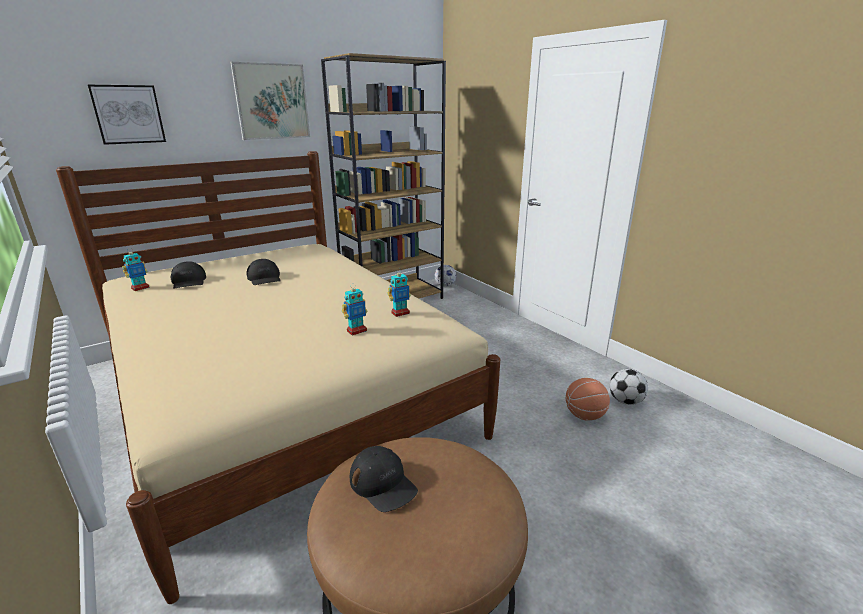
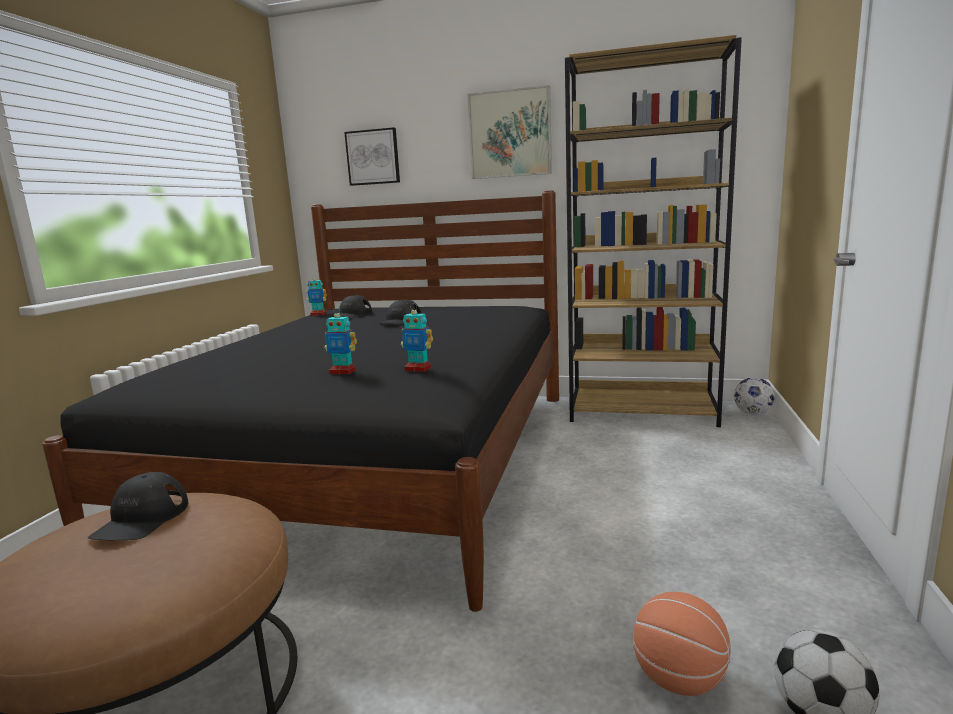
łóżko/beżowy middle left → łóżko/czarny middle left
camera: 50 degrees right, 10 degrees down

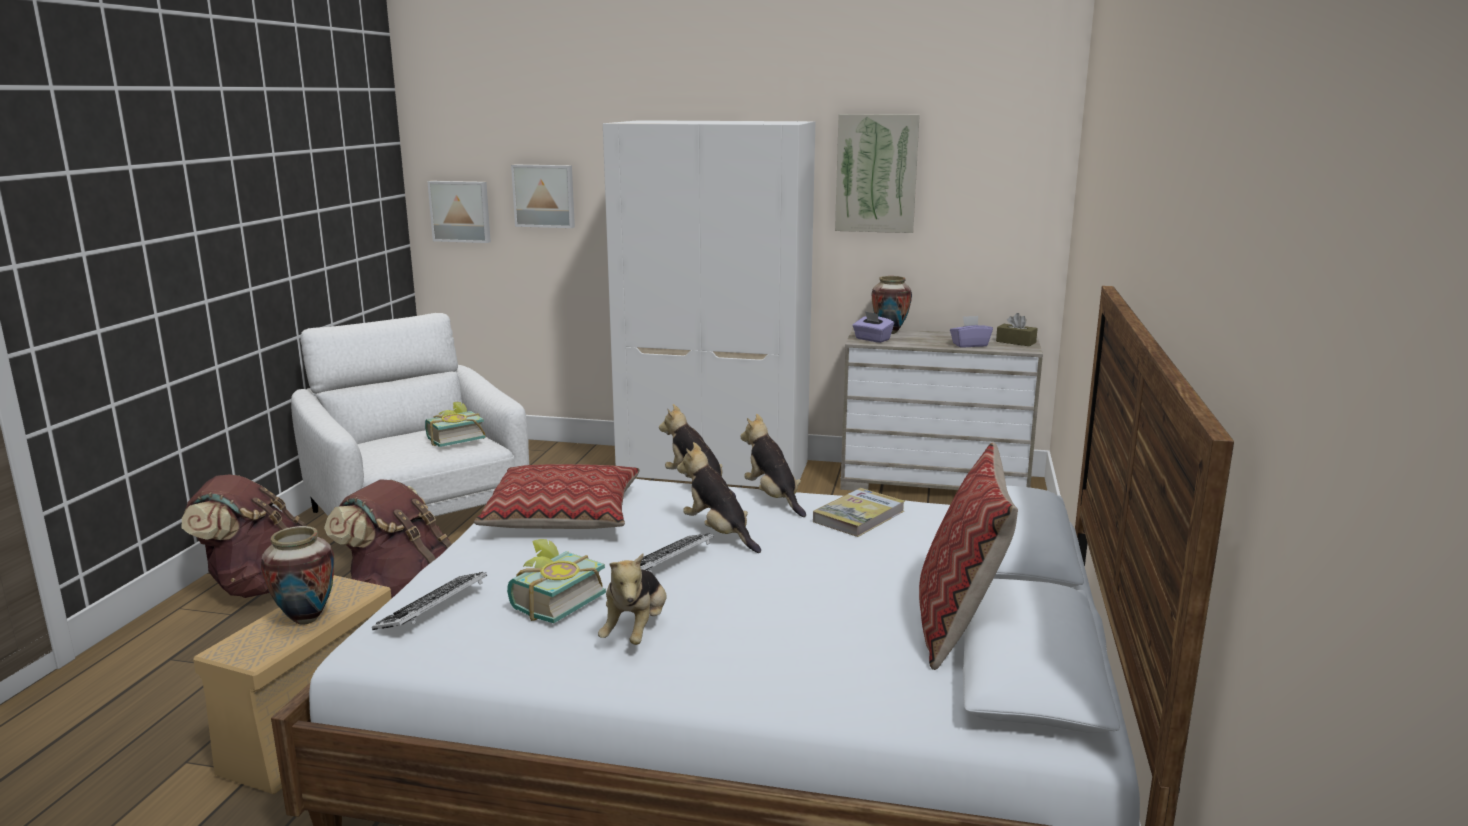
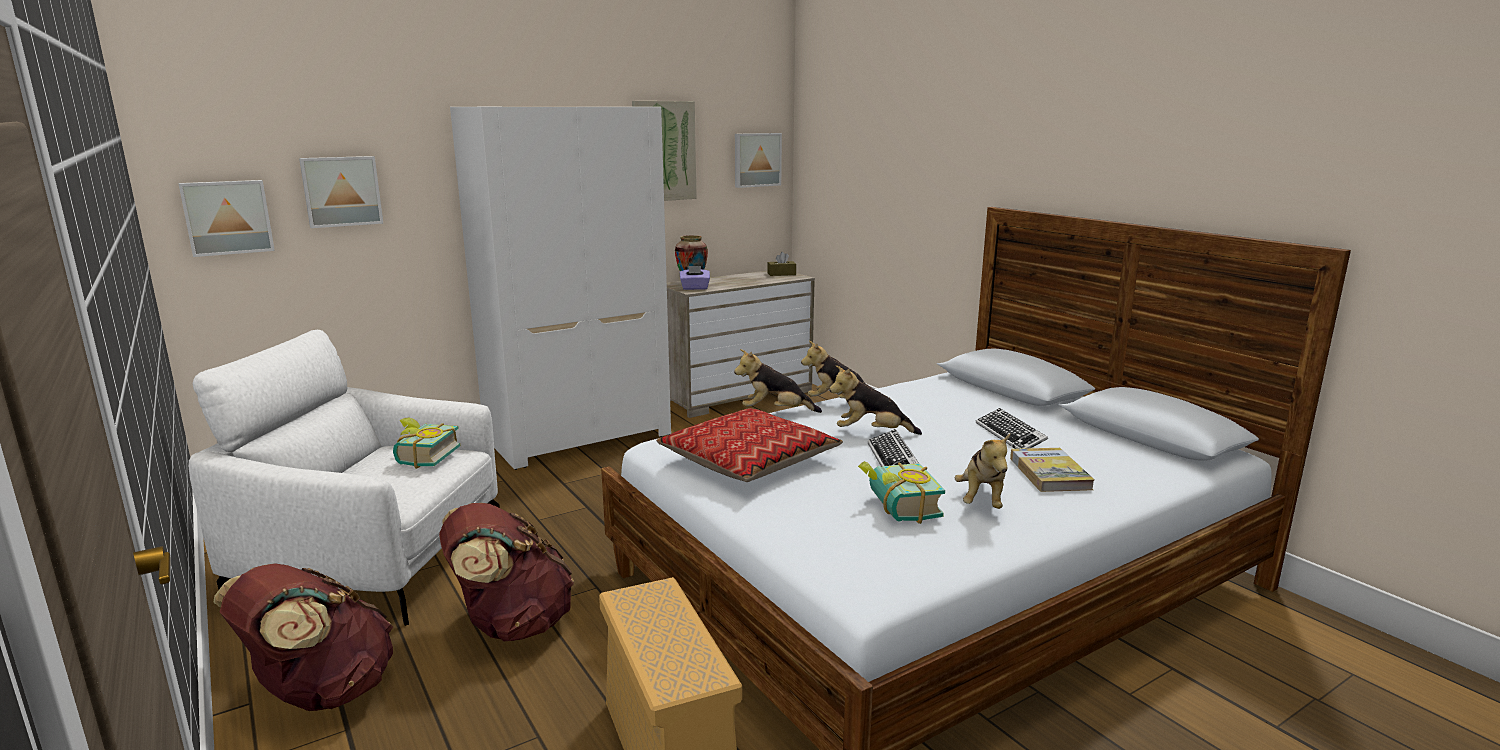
wazon (1st from left) bottom left → -
poduszka (2nd from left) bottom centre → -
pudełko chusteczek/fioletowy (2nd from left) centre → -
- → obraz (4th from left) top centre
klawiatura (1st from left in the first image) bottom left → klawiatura (2nd from left) middle right, move
książka (3rd from left) centre → książka (3rd from left) middle right, move
pluszak (1st from left in the first image) bottom centre → pluszak (4th from left) centre, 45 degrees clockwise
camera: 45 degrees left, 0 degrees up

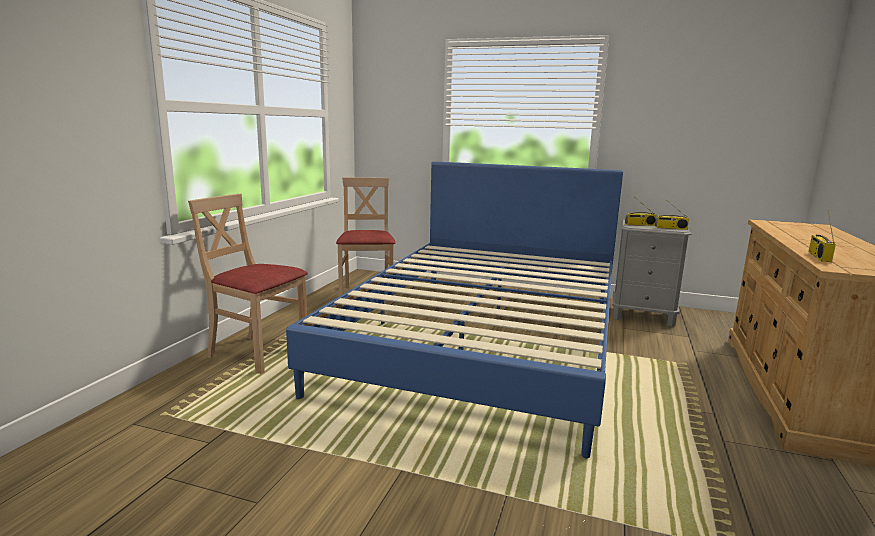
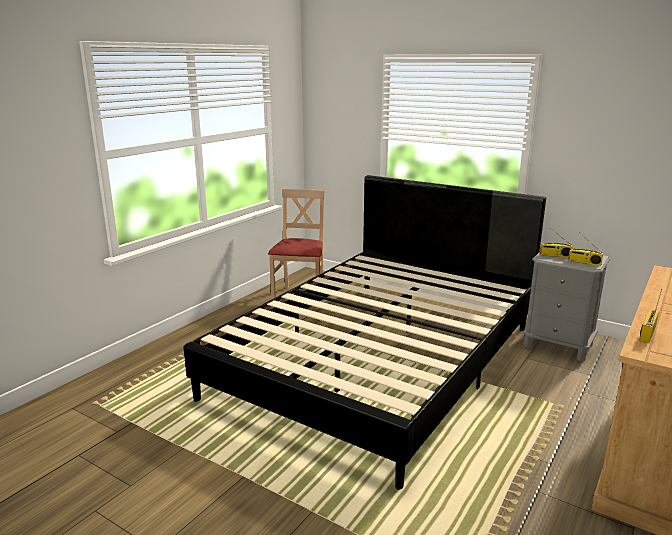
krzesło/beżowy (1st from left) middle left → -
łóżko/niebieski centre → łóżko/czarny centre
camera: 15 degrees right, 5 degrees up

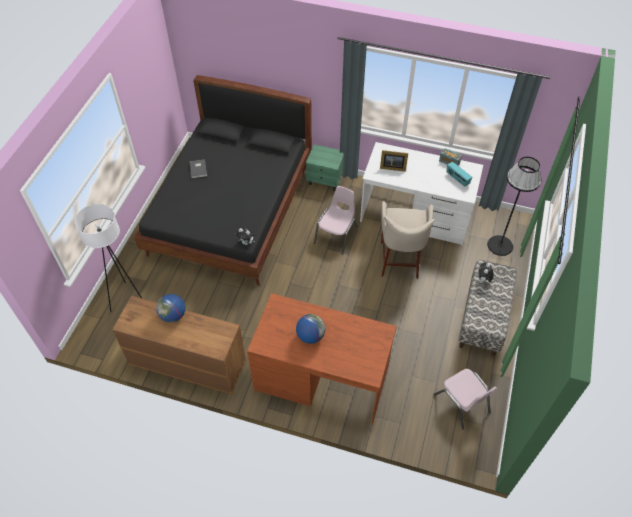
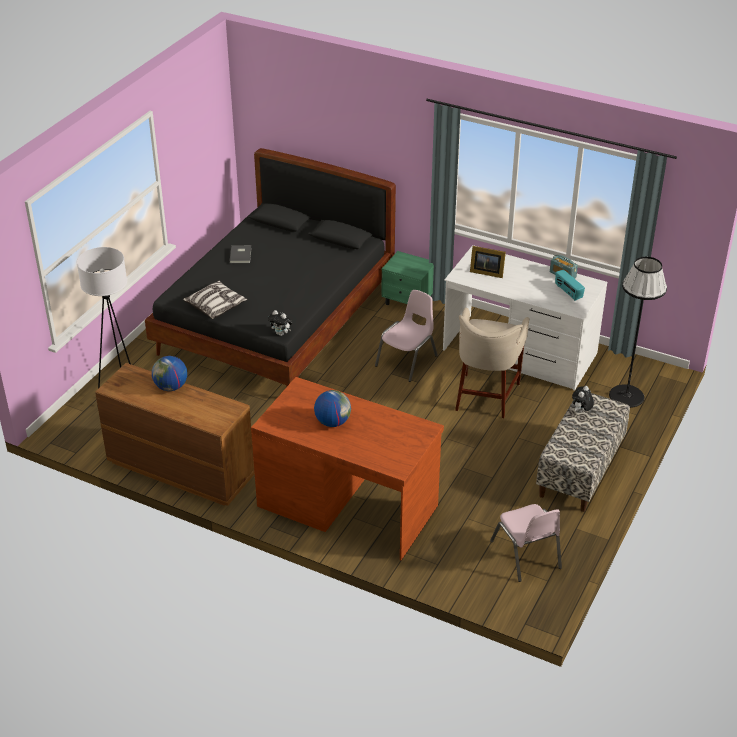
- → poduszka middle left
camera: 10 degrees right, 15 degrees down

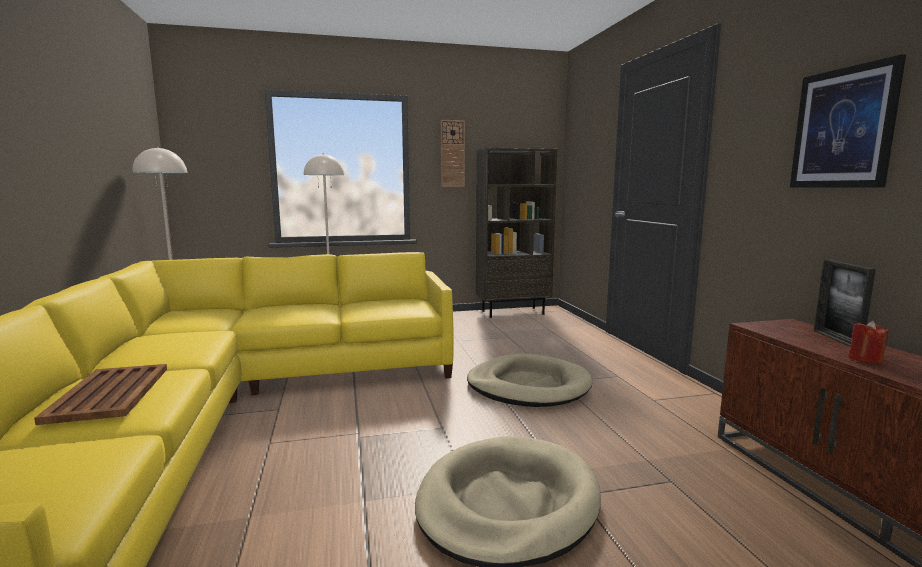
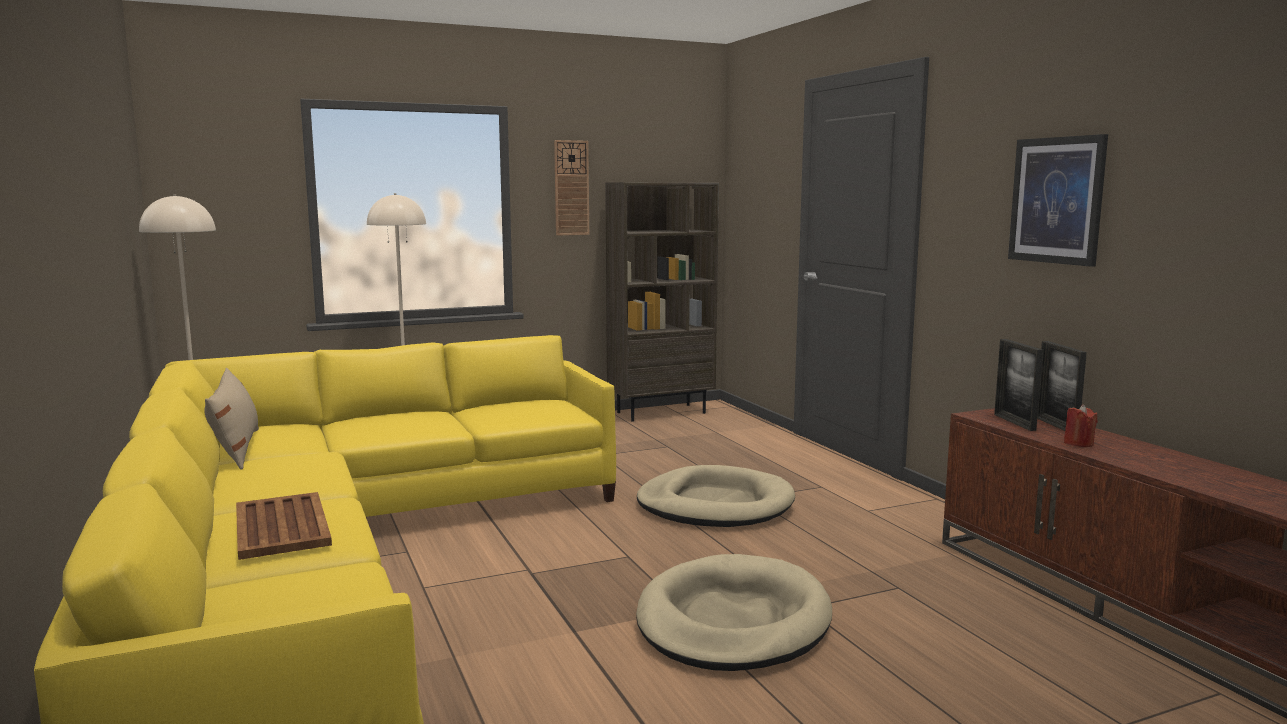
- → poduszka/beżowy middle left
- → ramka na zdjęcie (1st from left) middle right
camera: 10 degrees left, 0 degrees up

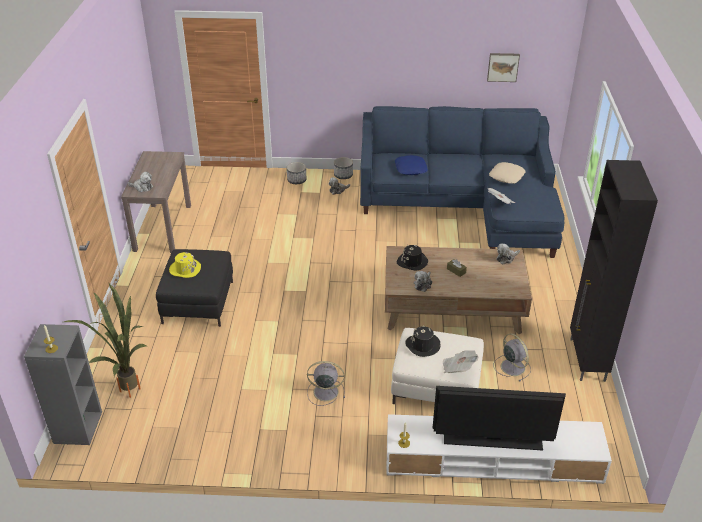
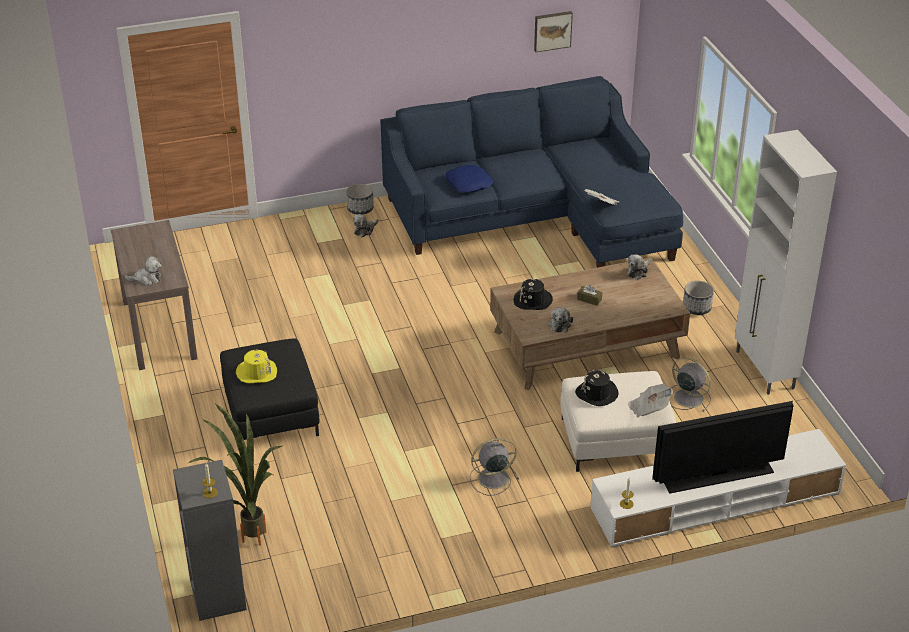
poduszka/beżowy top right → -
donica (1st from left in the first image) top centre → donica (2nd from left) middle right, move
szafka/czarny middle right → szafka/biały middle right
camera: 20 degrees left, 0 degrees up

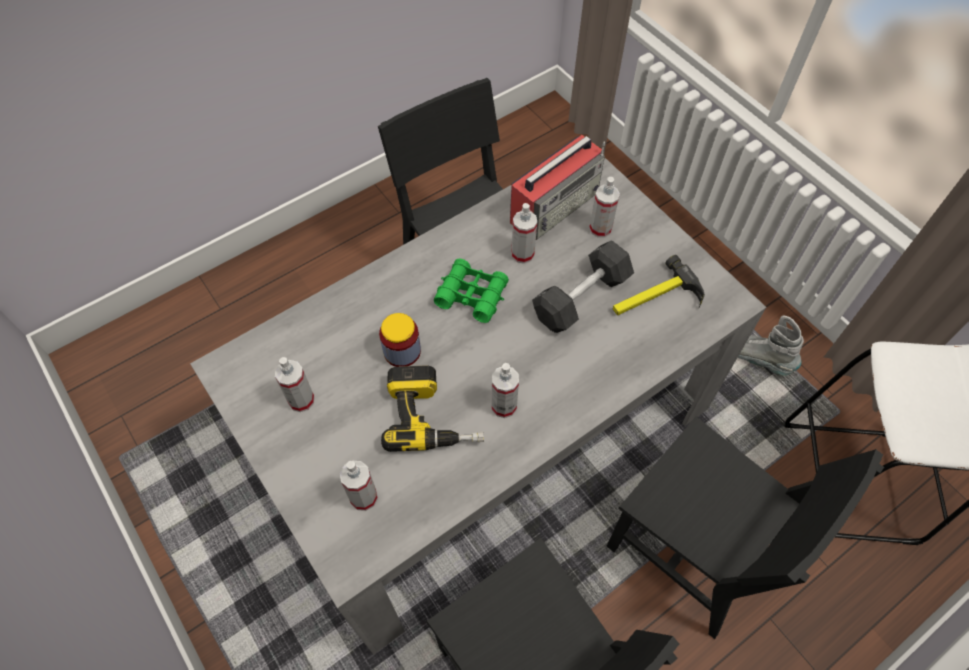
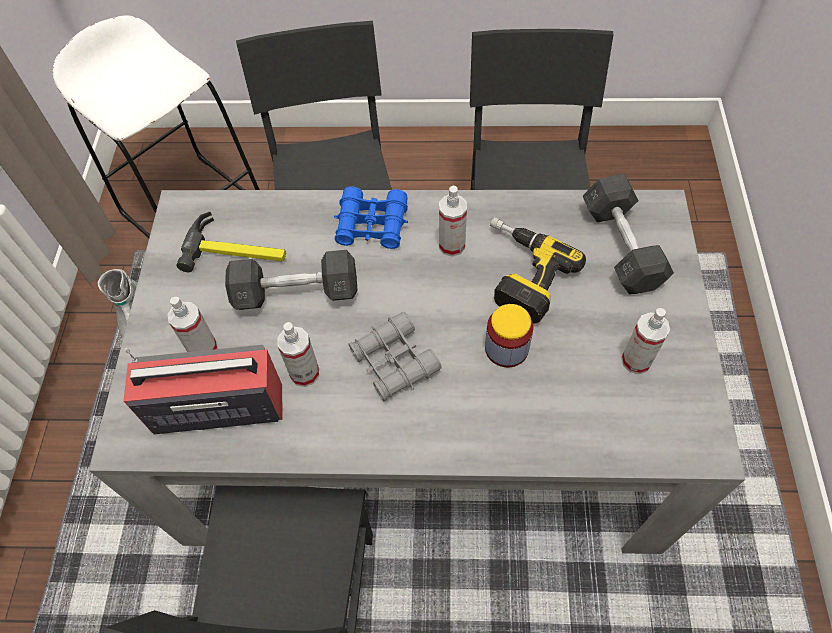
- → lornetka/niebieski centre
spryskiwacz (2nd from left) bottom centre → hantel/szary (2nd from left) middle right
lornetka/zielony centre → lornetka/szary centre
camera: 140 degrees left, 0 degrees up

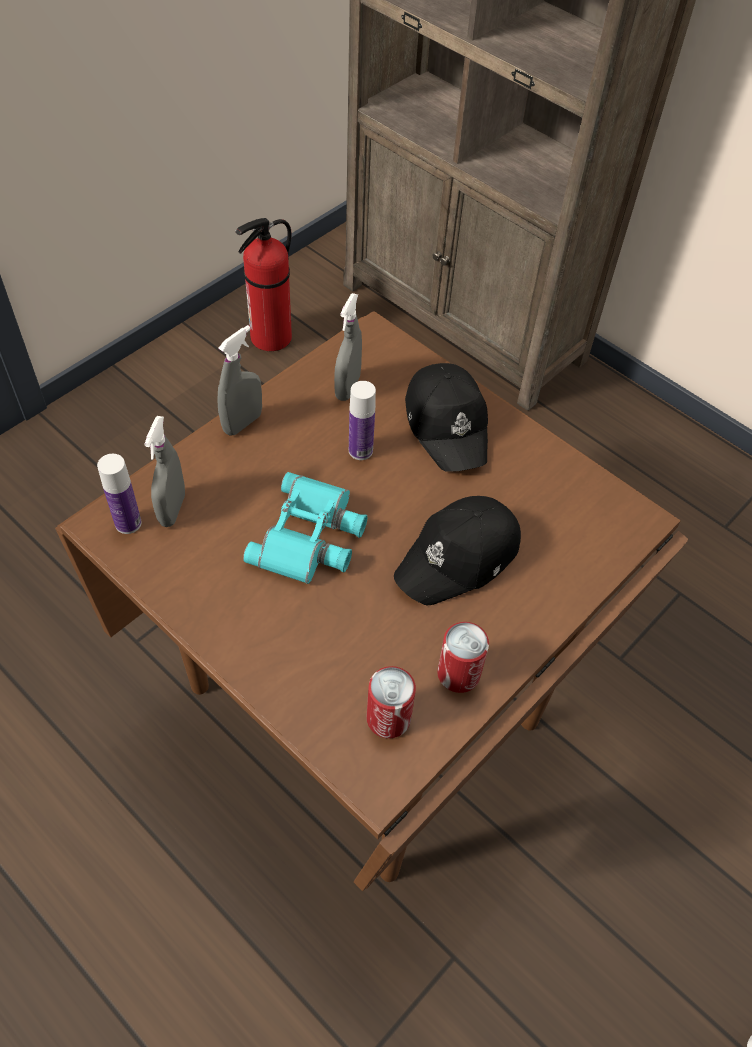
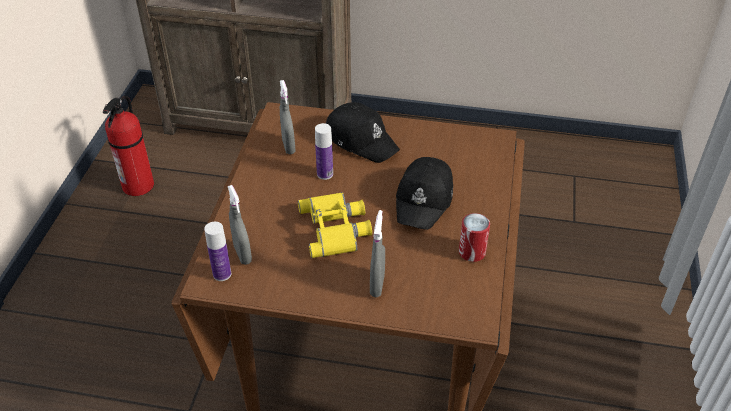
puszka (1st from left) bottom centre → -
spryskiwacz/szary (2nd from left in the first image) middle left → spryskiwacz/szary (3rd from left) centre, move
lornetka/turkusowy centre → lornetka/żółty centre
camera: 30 degrees left, 10 degrees down

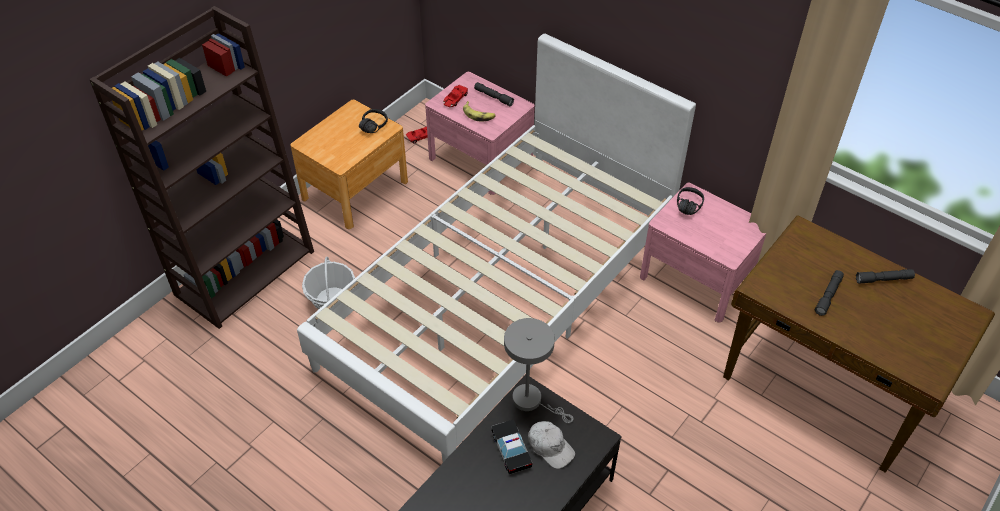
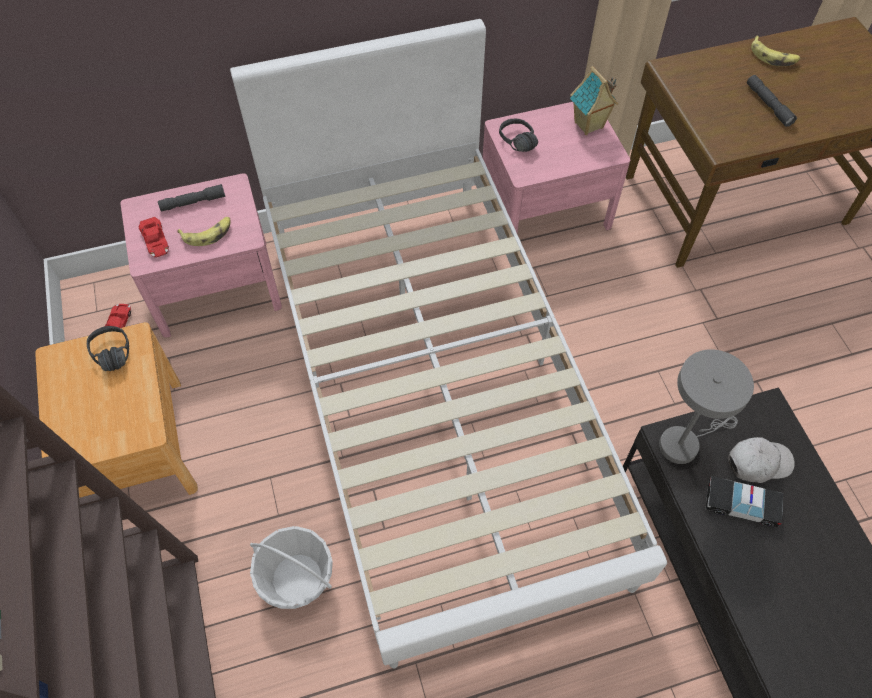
- → domek top right
latarka/szary (3rd from left) middle right → banan (2nd from left) top right
camera: 55 degrees left, 10 degrees up

